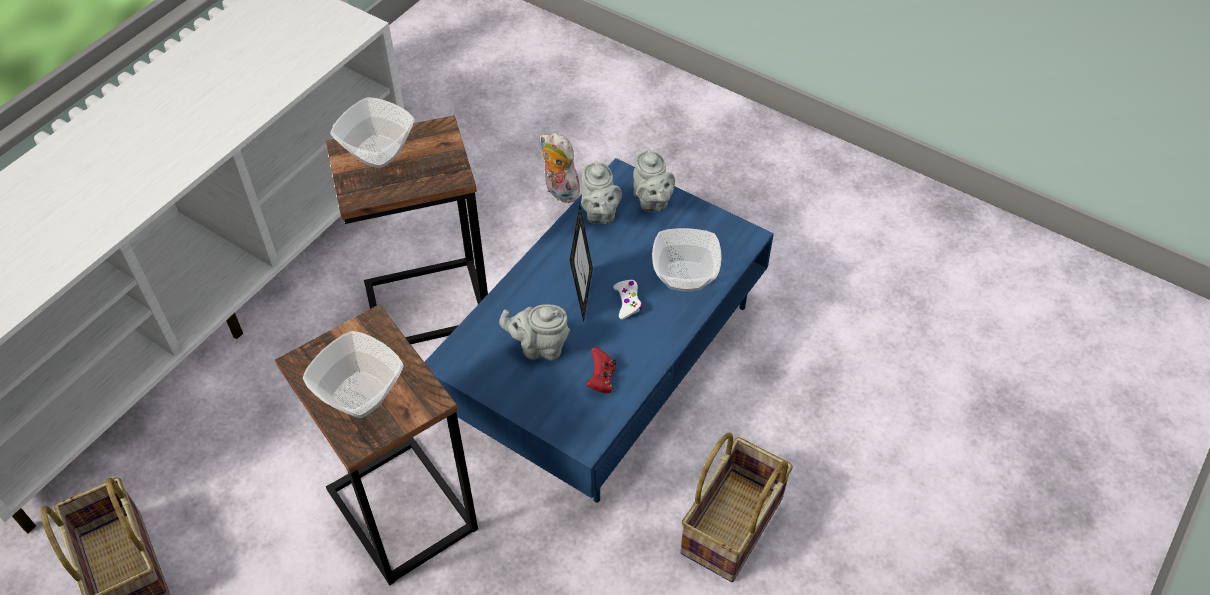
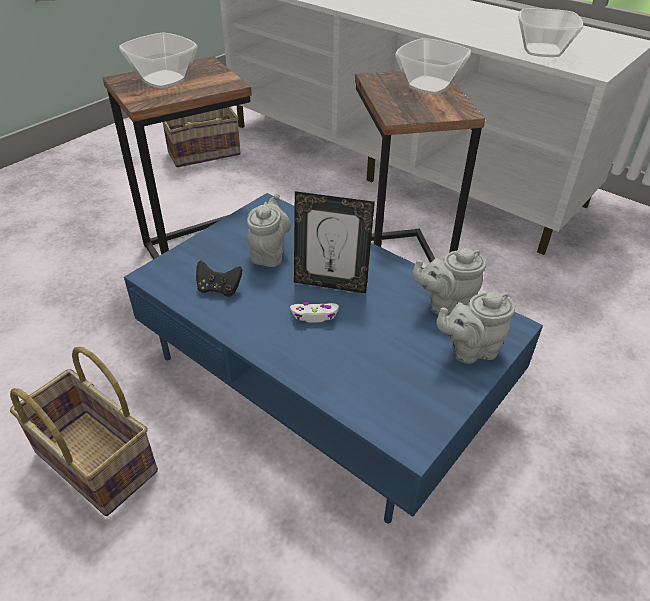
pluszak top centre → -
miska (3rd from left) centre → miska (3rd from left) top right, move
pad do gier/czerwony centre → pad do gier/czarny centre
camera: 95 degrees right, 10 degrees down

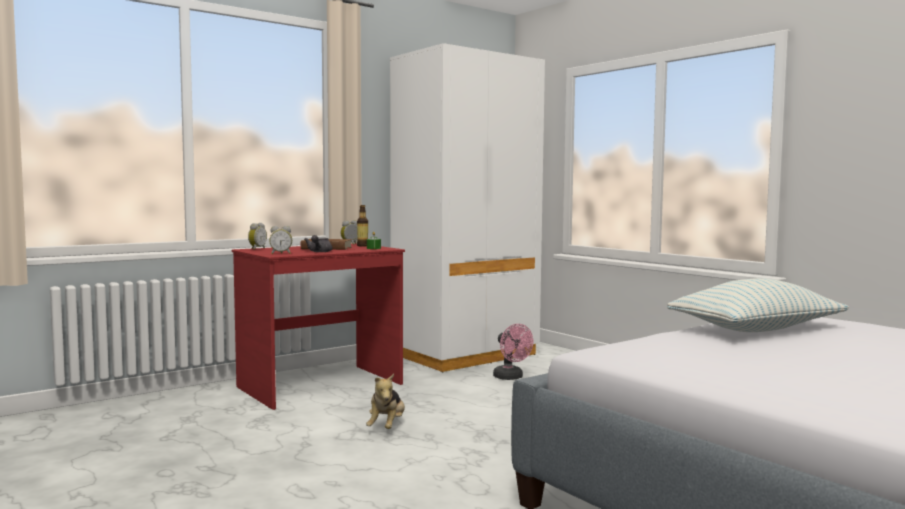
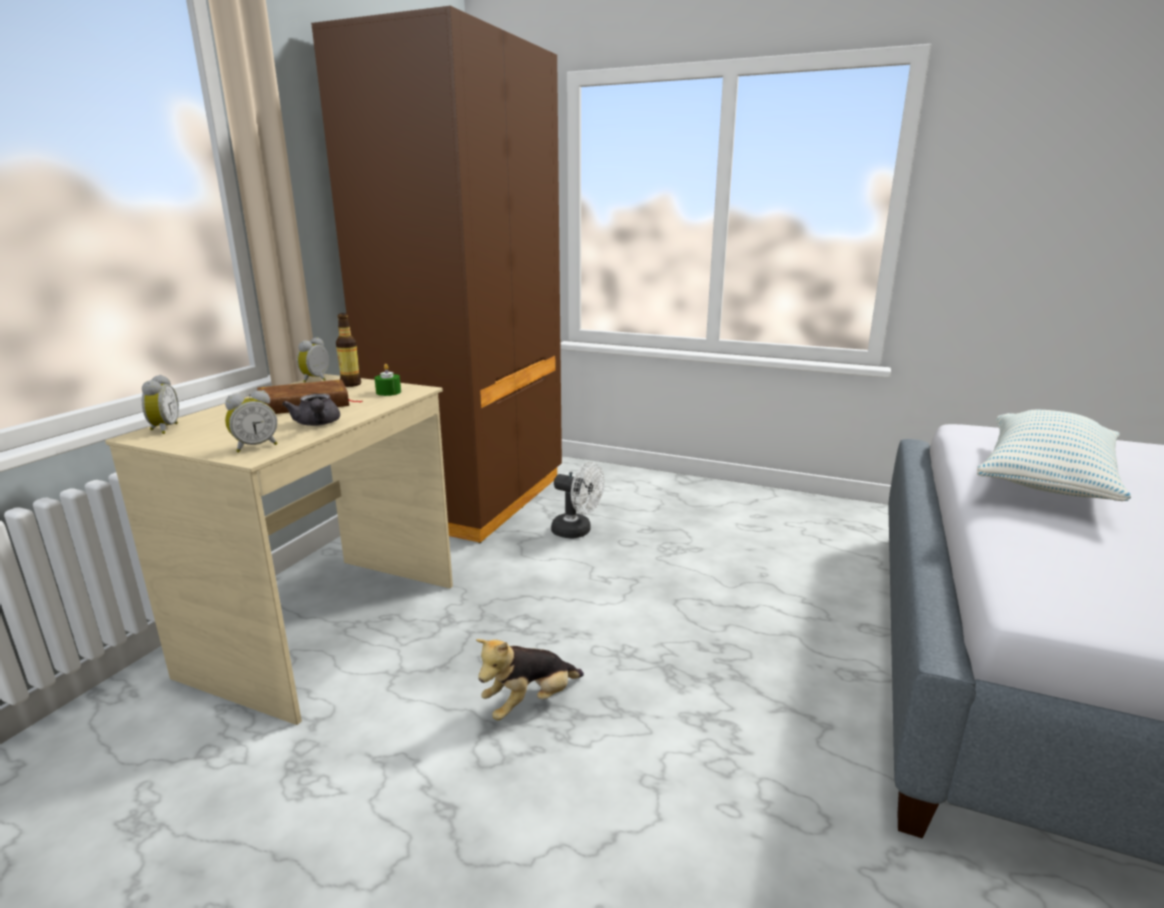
biurko/czerwony centre → biurko/beżowy middle left
szafa/biały centre → szafa/brązowy top centre
wentylator/różowy bottom centre → wentylator/biały centre
pluszak bottom centre, 75 degrees clockwise
camera: 30 degrees left, 15 degrees up

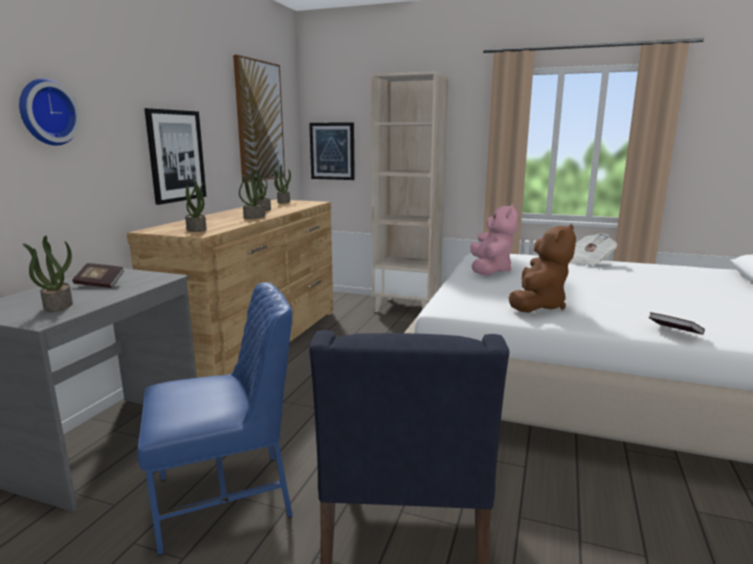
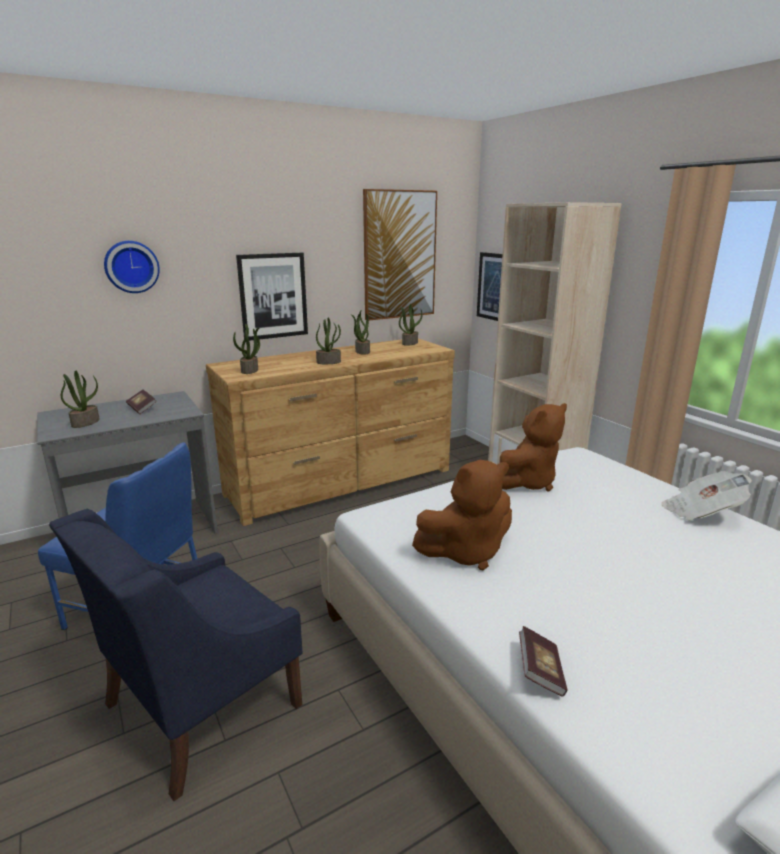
pluszak/różowy centre → pluszak/brązowy (2nd from left) middle right
camera: 40 degrees right, 5 degrees up

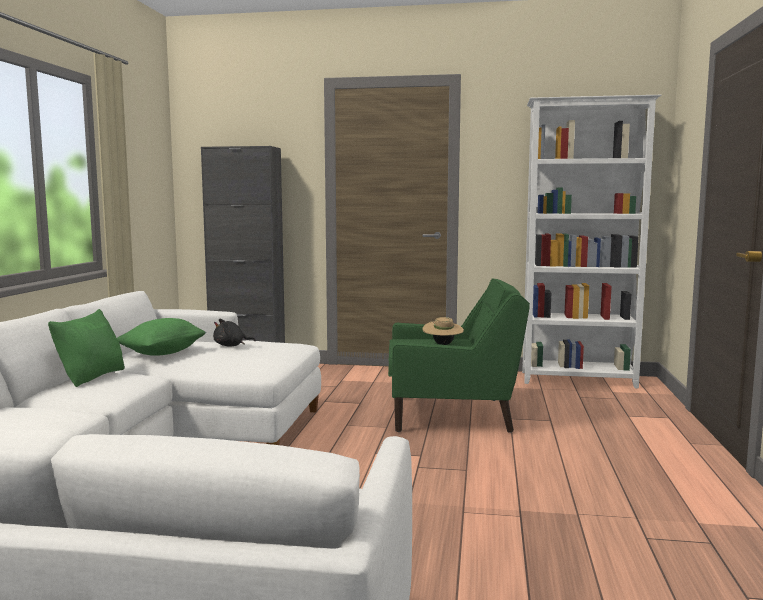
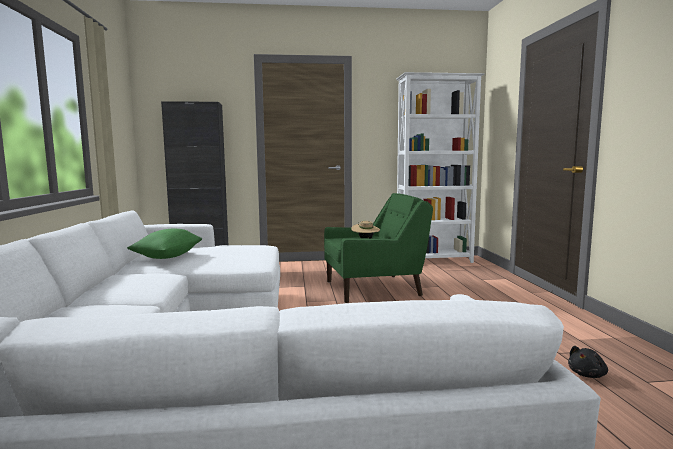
poduszka/zielony (1st from left) middle left → -
pluszak/czarny middle left → pluszak/czarny bottom right, move
camera: 15 degrees left, 0 degrees up

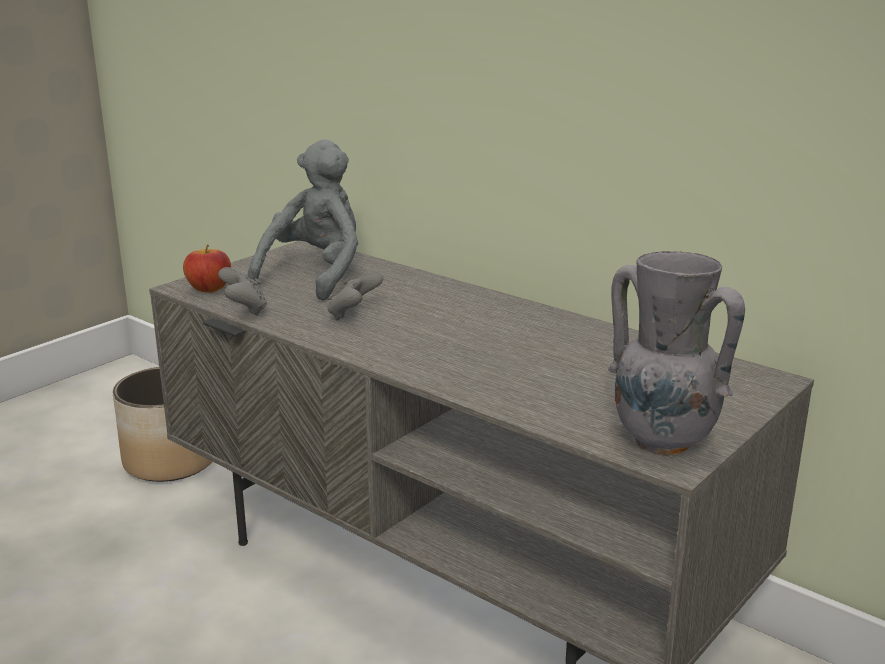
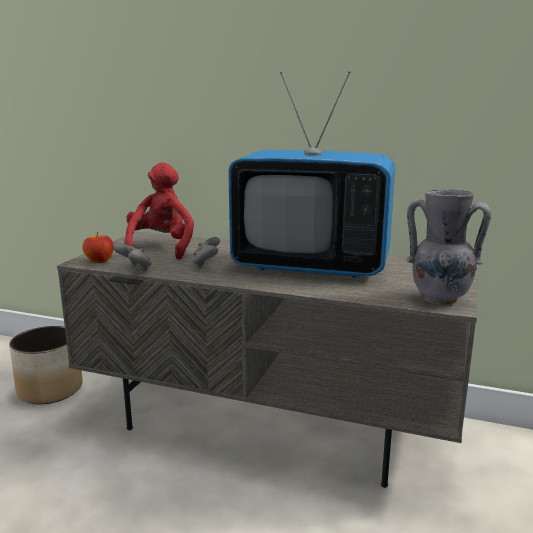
- → telewizor top centre
pluszak/szary top centre → pluszak/czerwony middle left
camera: 20 degrees left, 5 degrees down

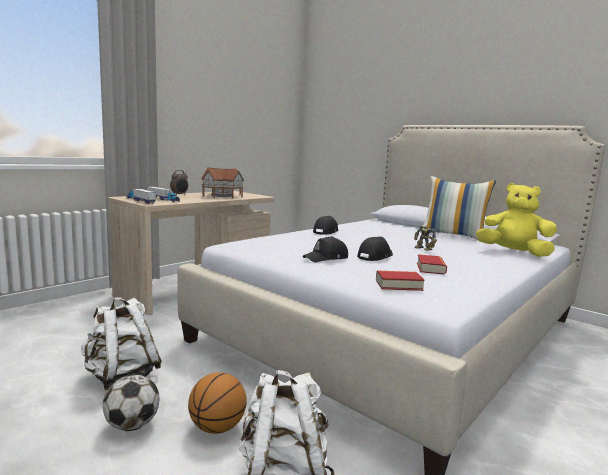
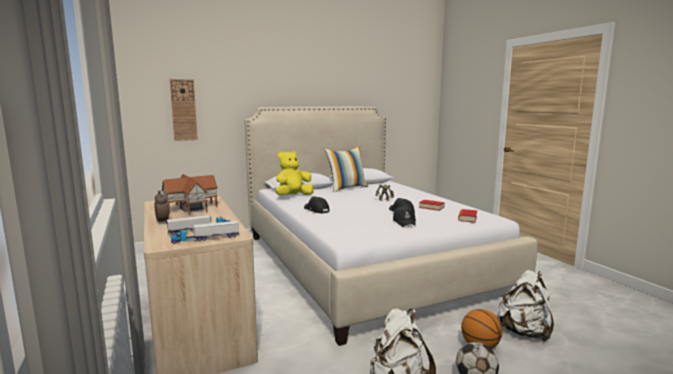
- → zegar ścienny top left
pluszak/żółty middle right → pluszak/żółty centre, move
camera: 65 degrees left, 0 degrees up

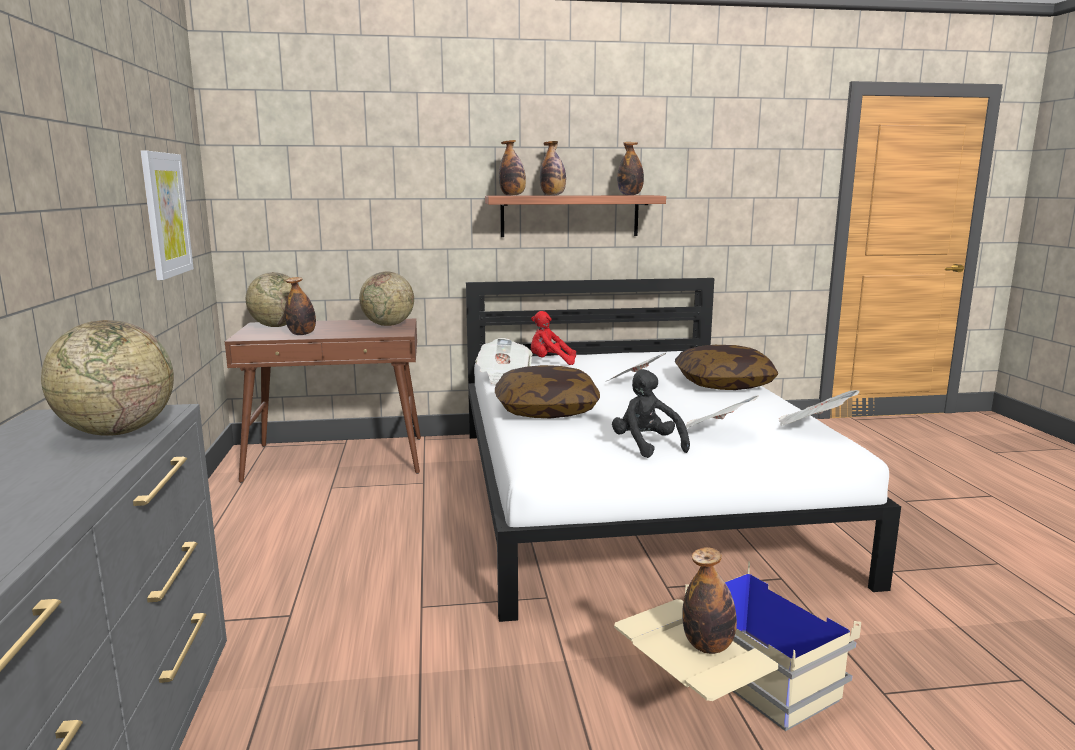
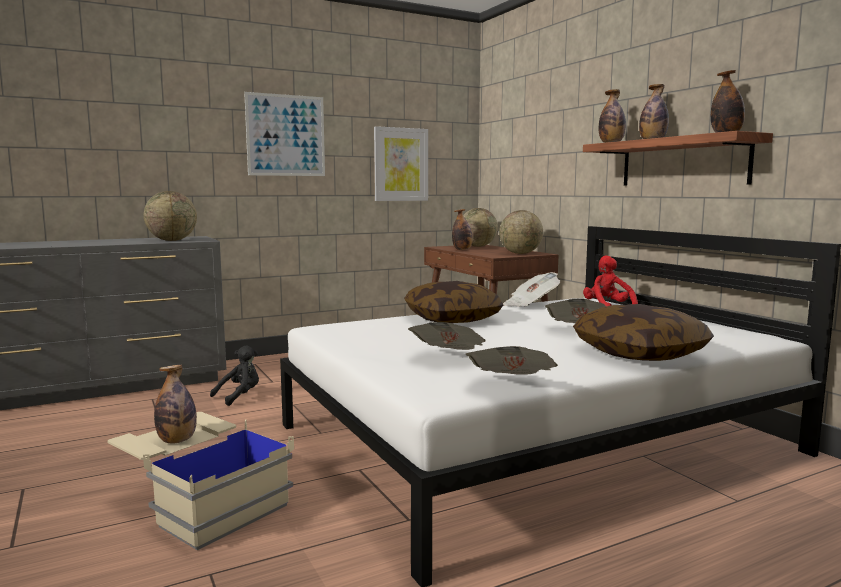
- → obraz (1st from left) top centre
pluszak/czarny centre → pluszak/czarny middle left, move
camera: 70 degrees right, 5 degrees down

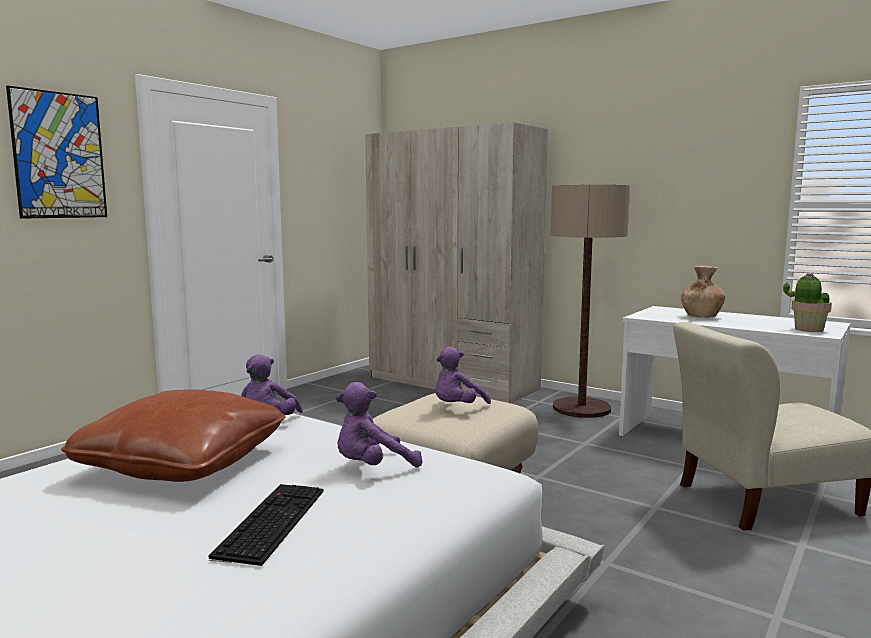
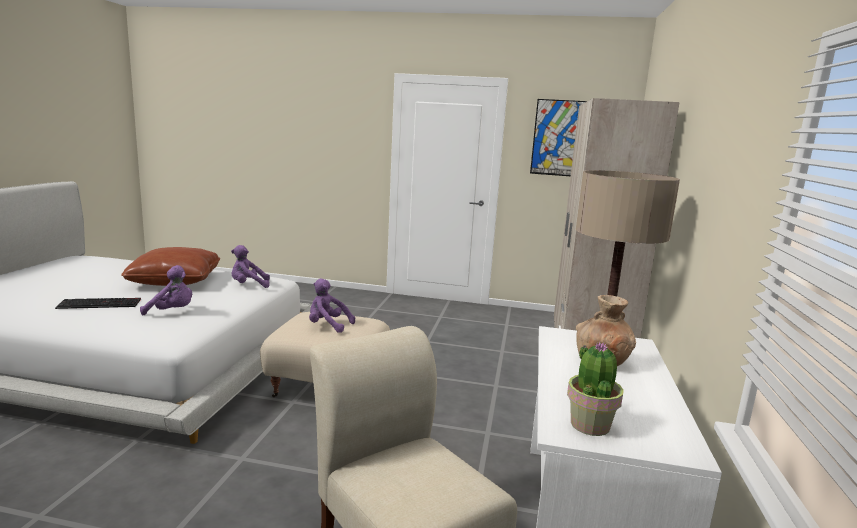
obraz top left → obraz top centre, move
pluszak/fioletowy (2nd from left in the first image) centre → pluszak/fioletowy (1st from left) middle left, 150 degrees clockwise
camera: 65 degrees right, 5 degrees up

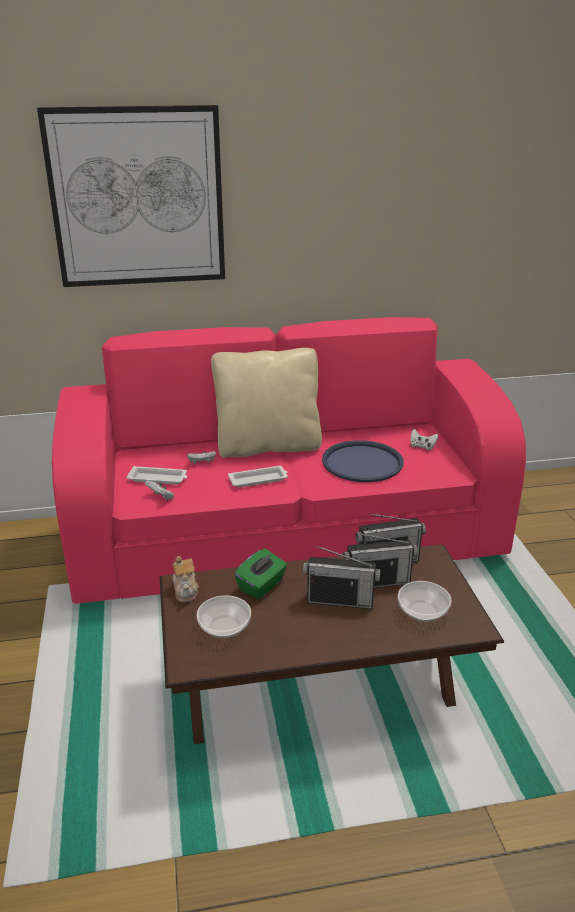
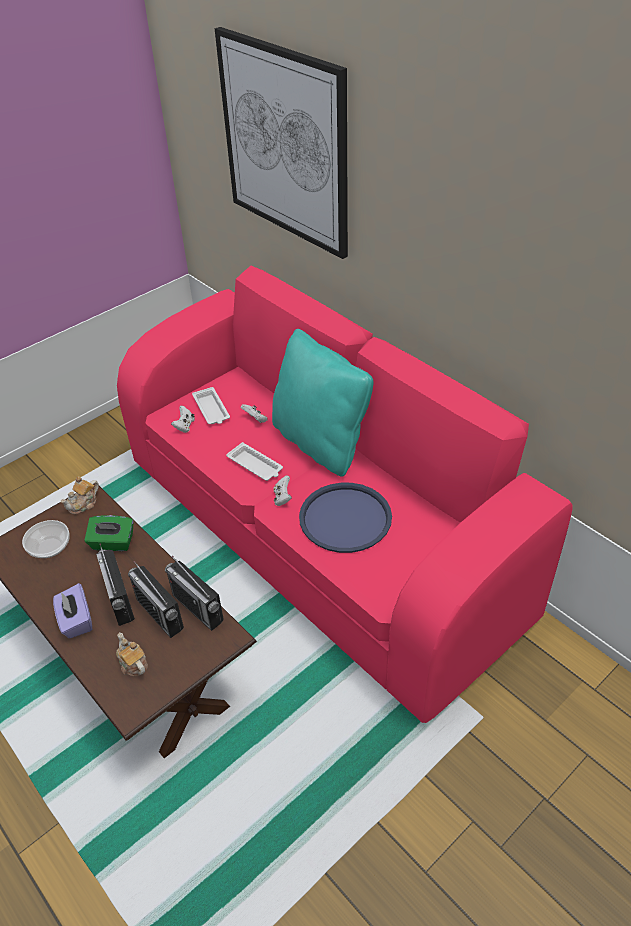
- → pudełko chusteczek/fioletowy middle left
pad do gier/biały (3rd from left) middle right → pad do gier/biały (3rd from left) centre, move
miska (2nd from left) middle right → imbryk (2nd from left) bottom left
poduszka/beżowy centre → poduszka/turkusowy centre
camera: 60 degrees right, 15 degrees up

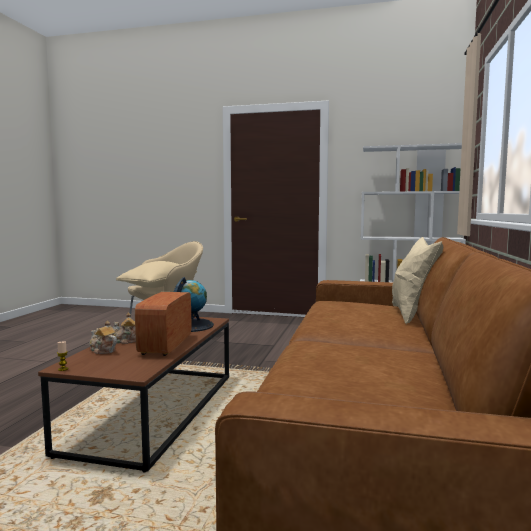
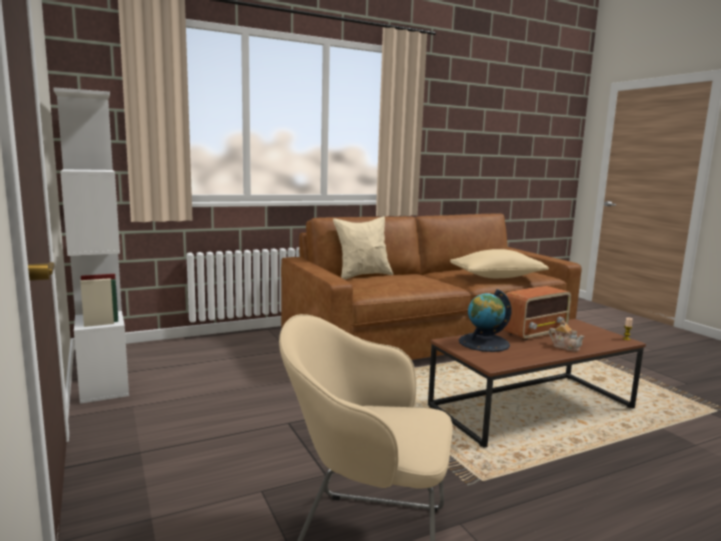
imbryk (1st from left) middle left → -
poduszka/beżowy (1st from left in the first image) middle left → poduszka/beżowy (2nd from left) middle right, move
camera: 130 degrees left, 5 degrees up

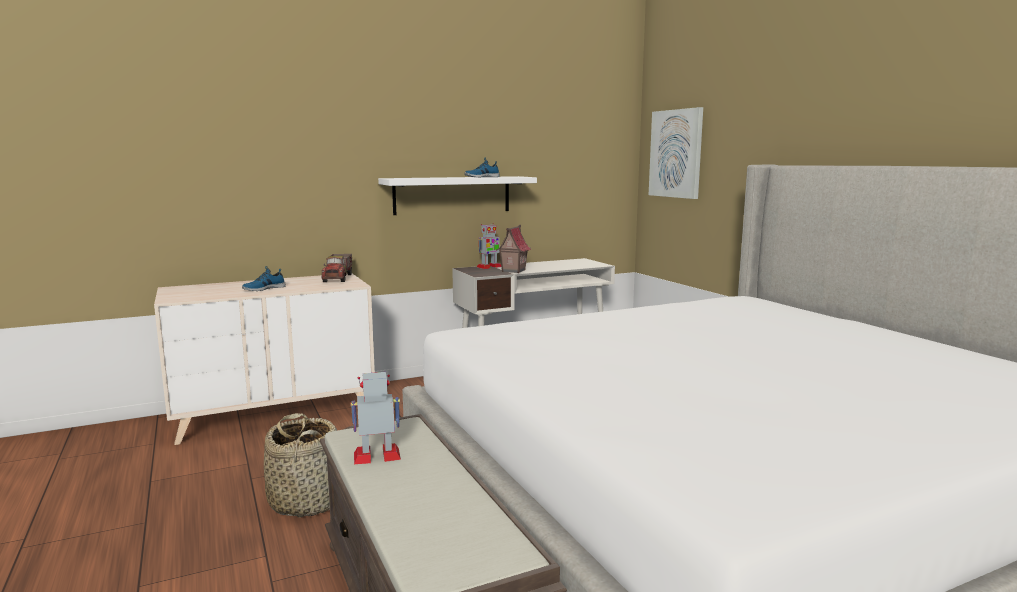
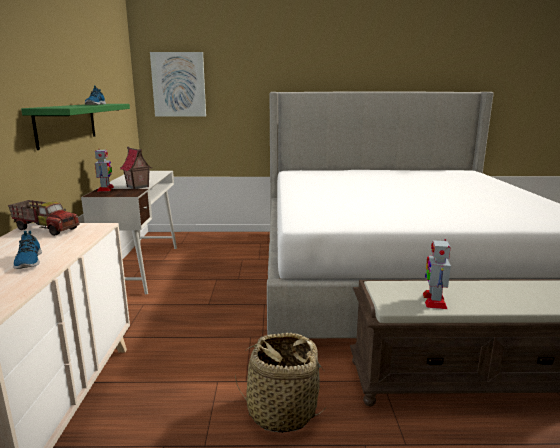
półka/biały top centre → półka/zielony top left
camera: 65 degrees left, 5 degrees up

